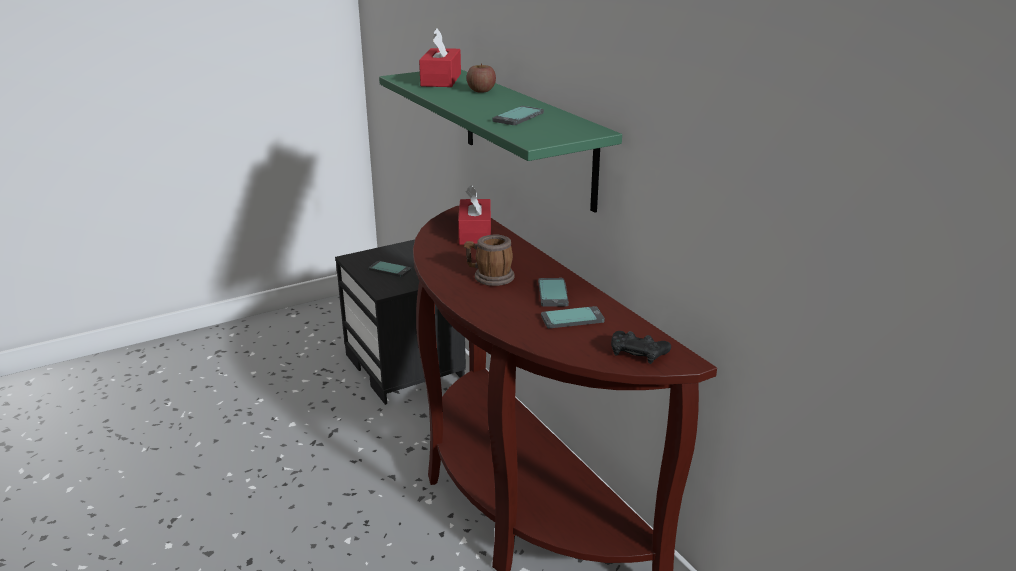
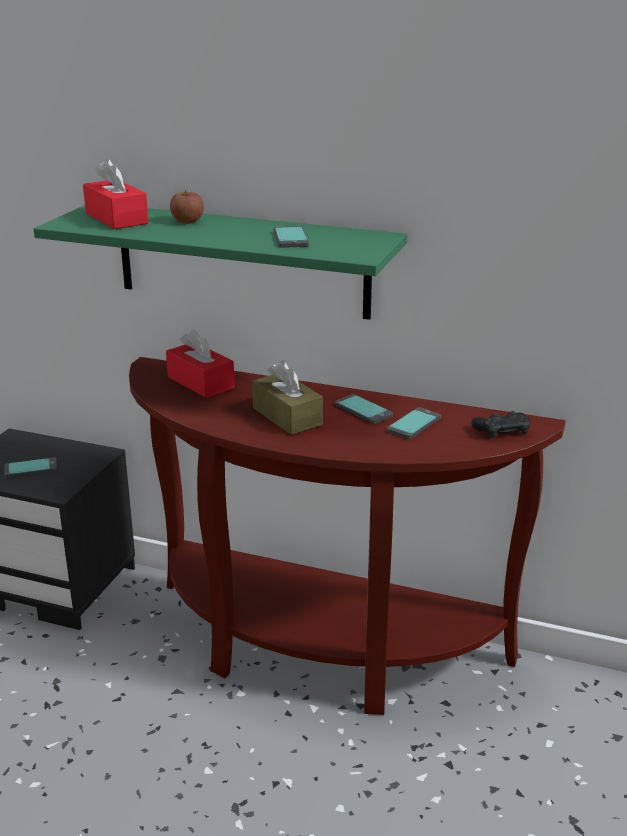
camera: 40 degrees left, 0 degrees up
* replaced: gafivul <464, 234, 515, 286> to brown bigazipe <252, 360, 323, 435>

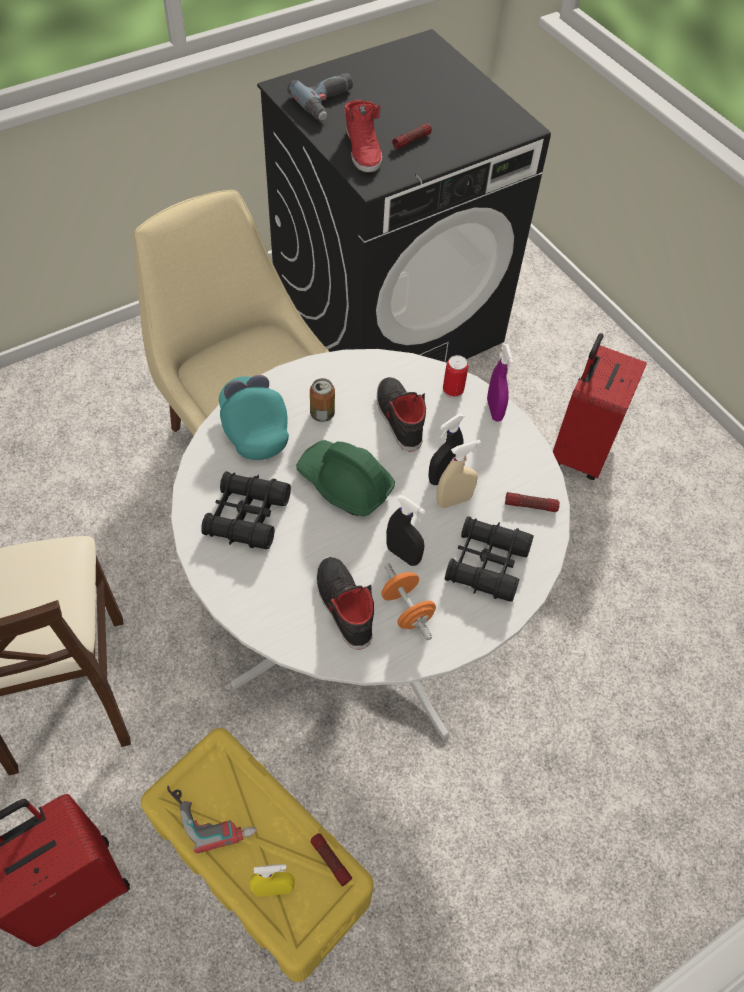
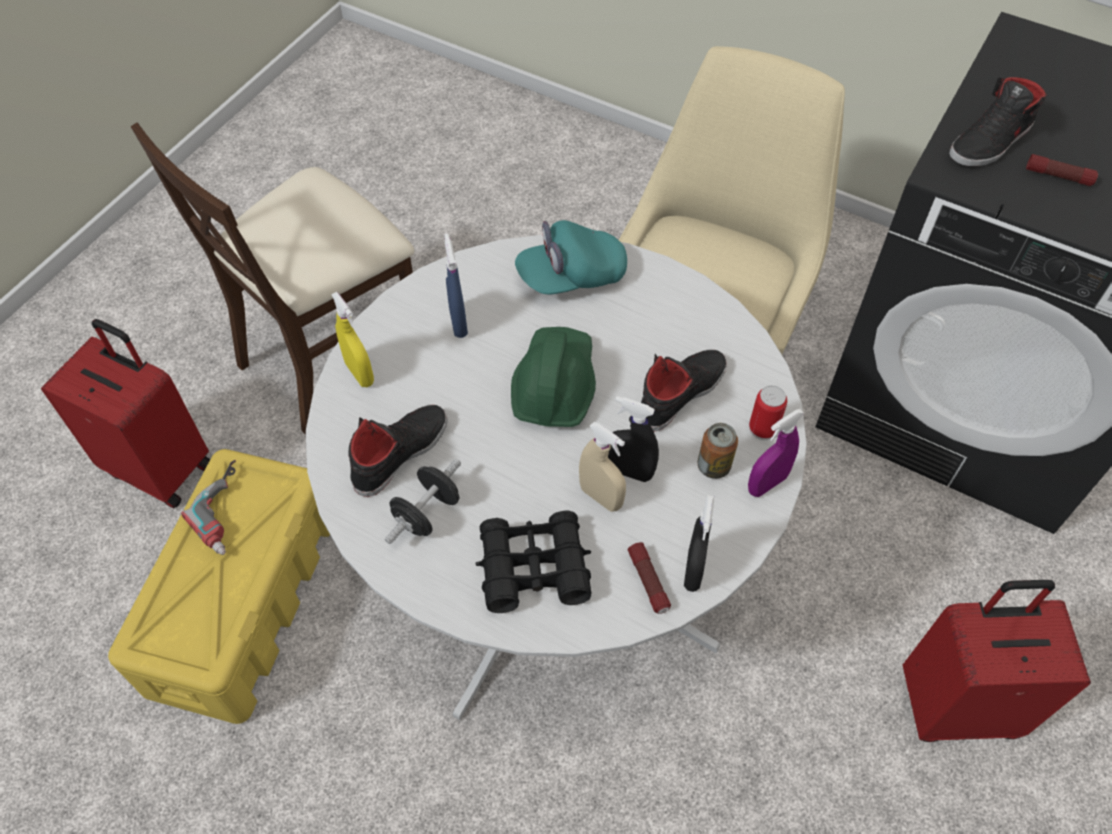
camera: 65 degrees right, 0 degrees up
* replaced: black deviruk <201, 471, 291, 549> to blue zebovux <444, 233, 468, 338>
* turned: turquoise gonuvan <219, 375, 289, 460> = <515, 220, 627, 294> 150 degrees counterclockwise
* moved: yellow zebovux <249, 864, 295, 897> to <331, 292, 374, 387>
* removed: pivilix <287, 73, 353, 121>
* moved: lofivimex <310, 378, 335, 422> to <698, 423, 738, 479>
* removed: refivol <311, 833, 352, 886>
* recoloured: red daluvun <344, 100, 382, 172> to black daluvun <949, 77, 1047, 167>
* recoloured: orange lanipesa <381, 563, 436, 640> to black lanipesa <385, 459, 461, 544>
* moved: black zebovux <386, 495, 425, 566> to <684, 495, 714, 592>

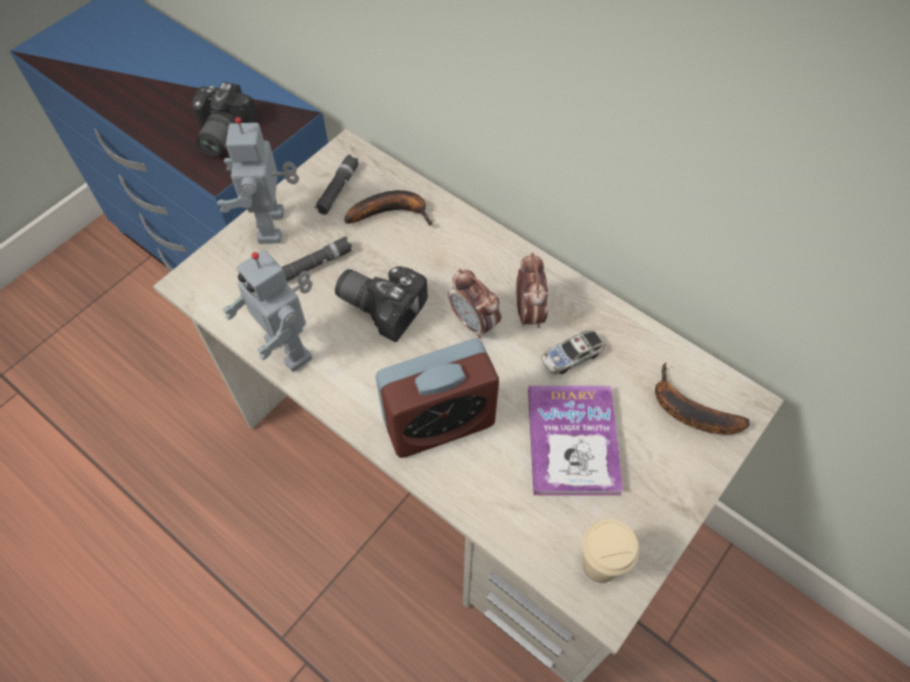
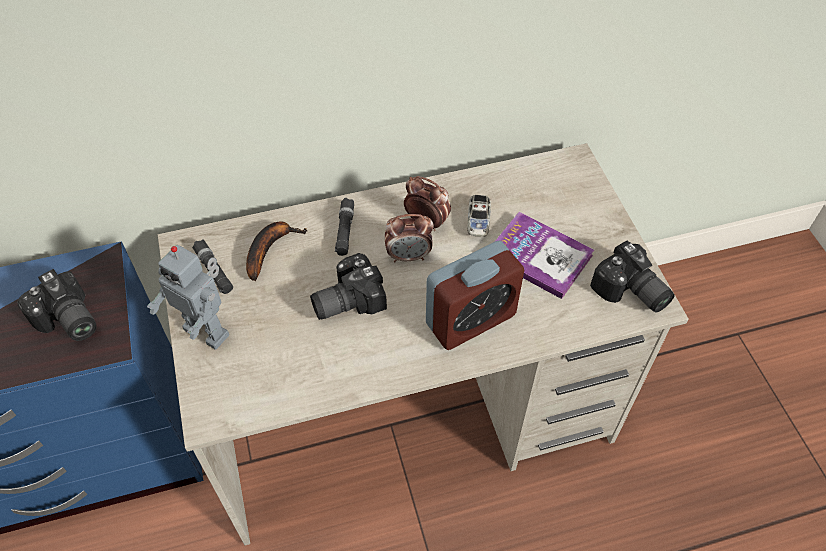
camera: 55 degrees left, 5 degrees down
* removed: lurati <222, 250, 313, 372>
* moved: black refivol <282, 236, 353, 281> to <335, 198, 354, 256>
* turned: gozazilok <376, 338, 499, 458> = <426, 241, 524, 350> 45 degrees clockwise
* replaced: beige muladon <582, 519, 639, 583> to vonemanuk <590, 241, 675, 313>
* removed: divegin <655, 362, 750, 435>

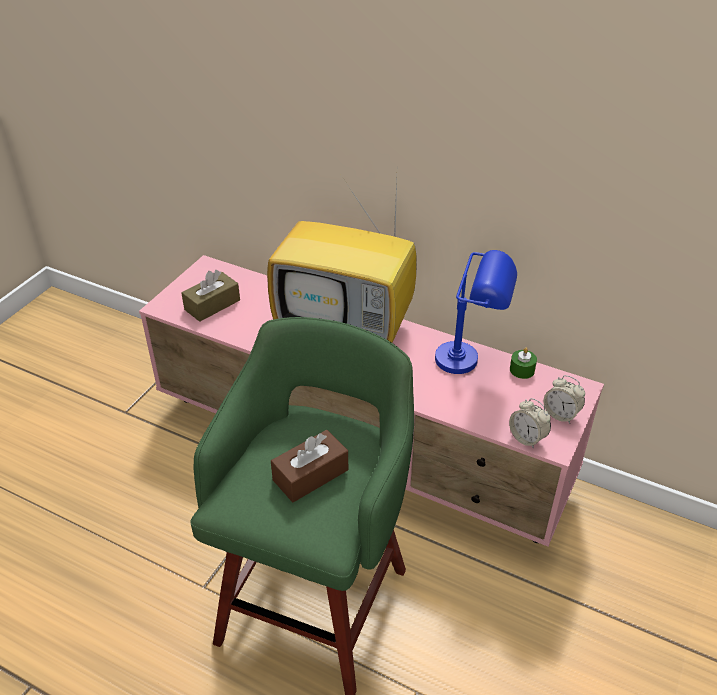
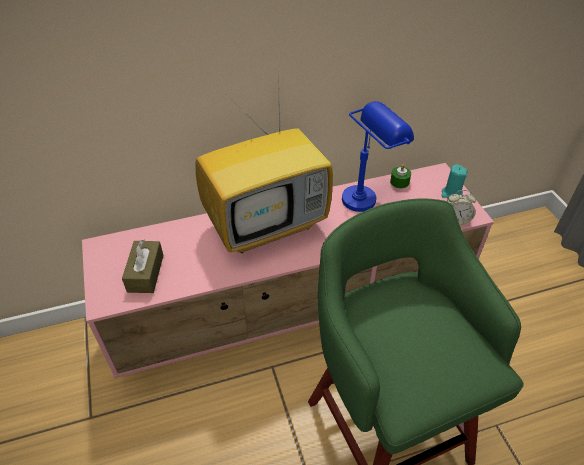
camera: 45 degrees left, 5 degrees up
* removed: brown bigazipe <271, 430, 348, 502>
* replaced: gozazilok <544, 375, 585, 424> to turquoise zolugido <441, 164, 468, 199>

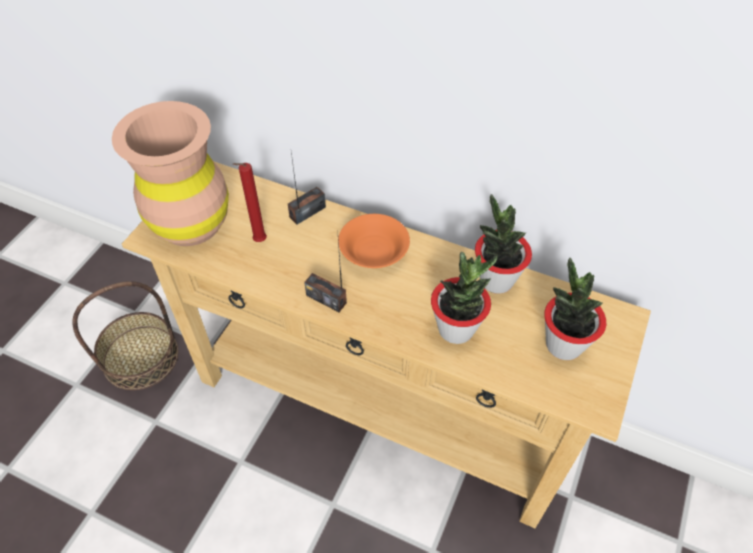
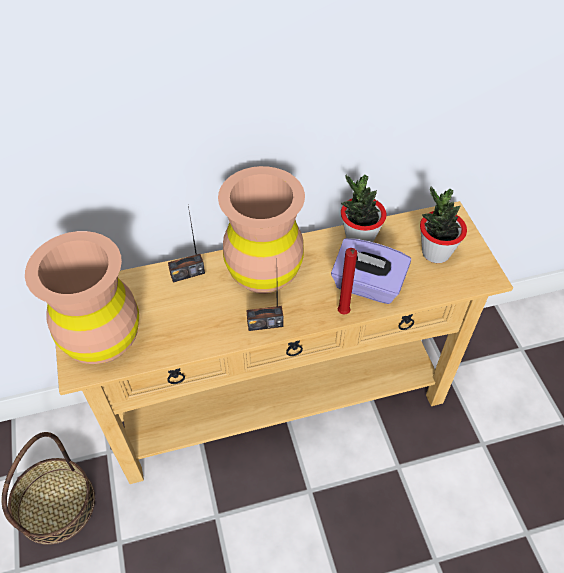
camera: 40 degrees left, 0 degrees up
* moved: red zolugido <232, 163, 267, 242> to <337, 248, 357, 315>
* turned: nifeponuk <288, 153, 326, 225> = <168, 206, 205, 282> 120 degrees counterclockwise
* replaced: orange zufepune <338, 214, 410, 268> to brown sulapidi <218, 166, 305, 294>
* replaced: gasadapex <431, 252, 498, 344> to purple bigazipe <331, 238, 411, 304>

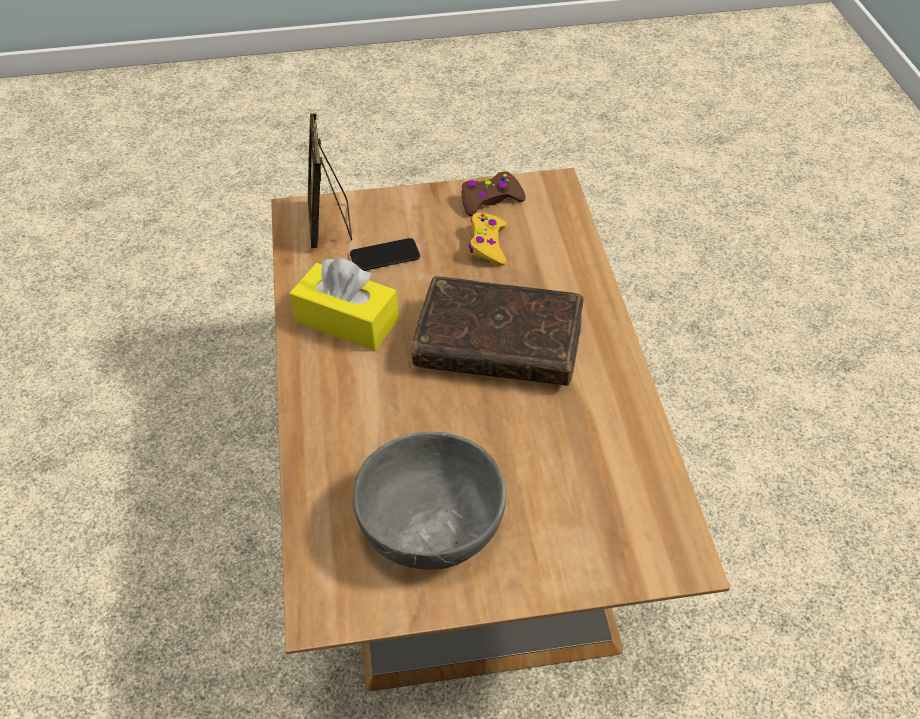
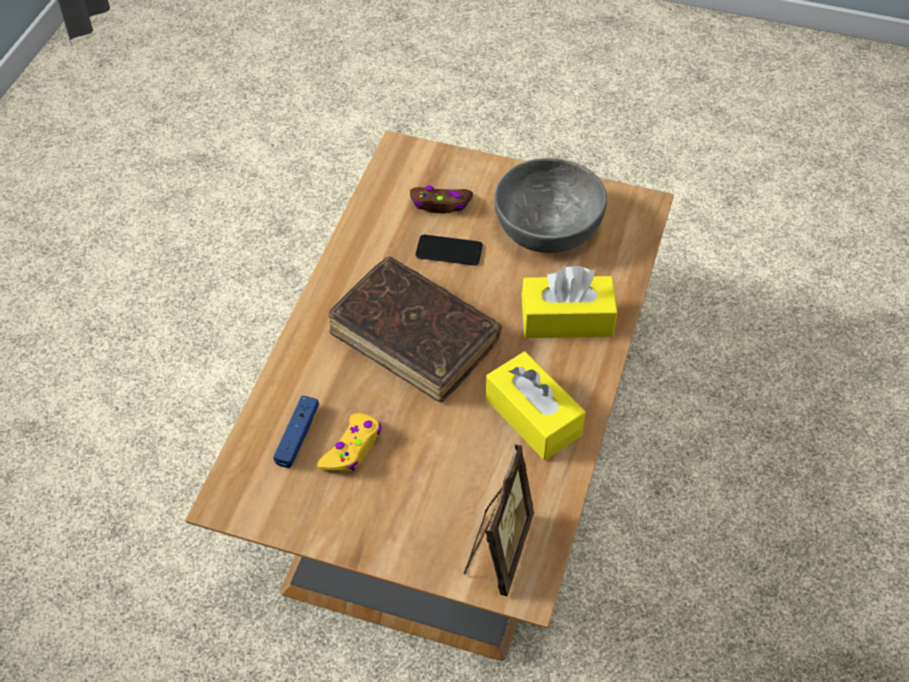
camera: 155 degrees left, 5 degrees up
* moved: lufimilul <350, 238, 420, 271> to <415, 235, 483, 265>
* moved: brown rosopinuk <462, 172, 526, 216> to <410, 185, 473, 213>
* added: blue rosopinuk <273, 396, 319, 468>
* added: yellow bigazipe <522, 266, 617, 338>

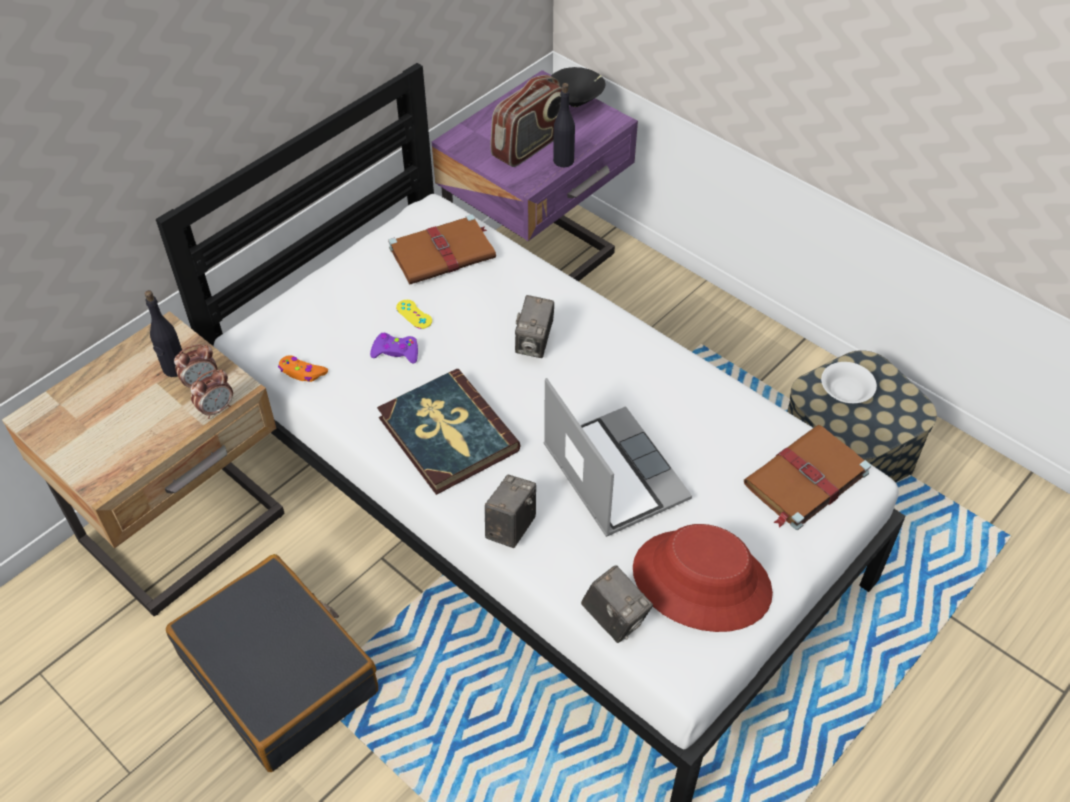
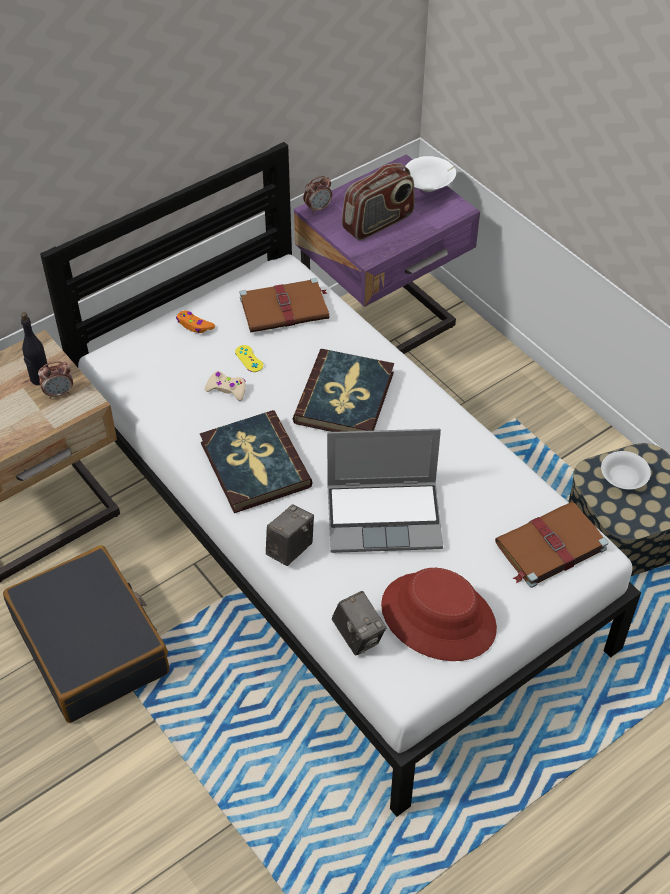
camera: 10 degrees right, 0 degrees up
* moved: gozazilok <190, 369, 233, 419> to <303, 176, 332, 214>
* moved: orange rosopinuk <278, 355, 328, 382> to <176, 311, 215, 333>
* recoloured: purple rosopinuk <370, 333, 418, 363> to beige rosopinuk <205, 371, 246, 401>
* replaced: vonemanuk <515, 295, 554, 358> to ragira <293, 349, 394, 432>
* turned: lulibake <544, 378, 692, 537> = <327, 429, 443, 553> 105 degrees clockwise
* recoloured: black zufepune <548, 67, 606, 107> to white zufepune <403, 156, 456, 192>
* removed: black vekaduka <553, 83, 575, 167>

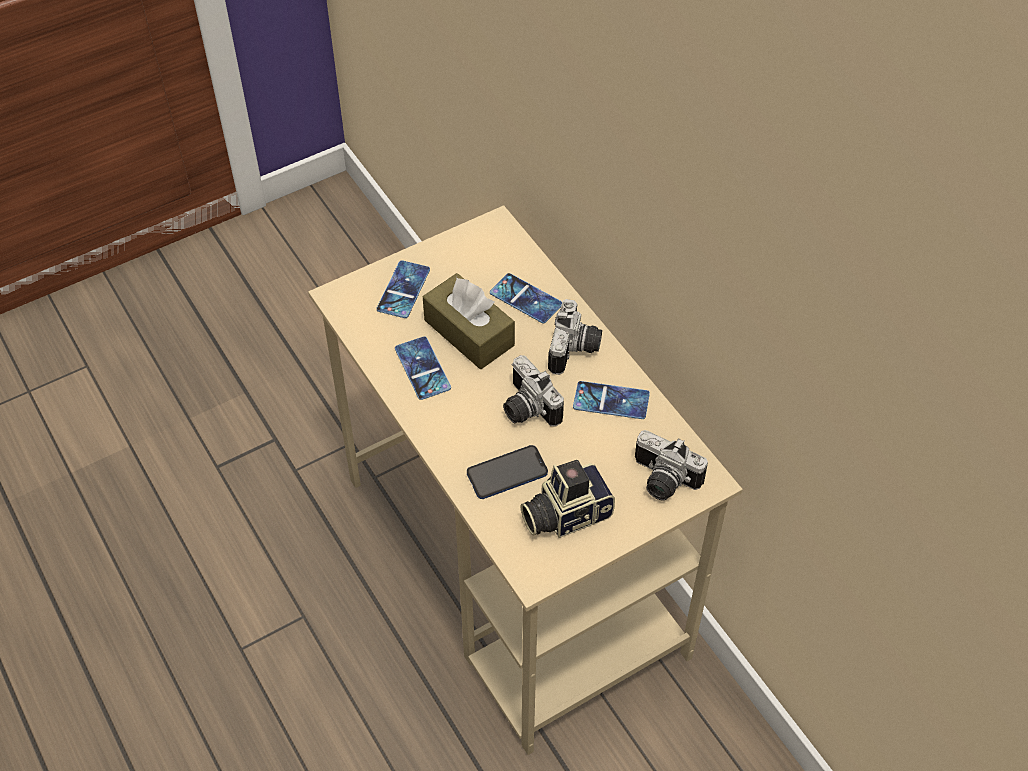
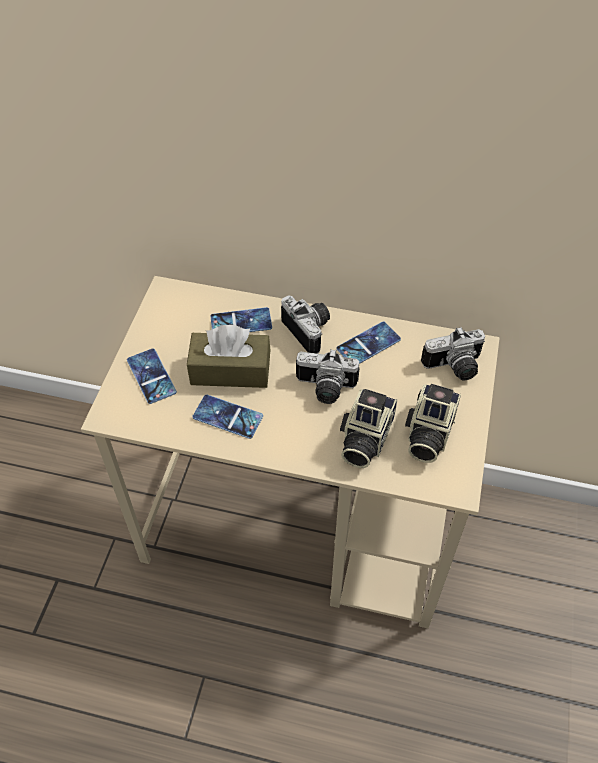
camera: 45 degrees left, 0 degrees up
* replaced: lufimilul <467, 445, 548, 499> to vonemanuk <340, 389, 397, 468>

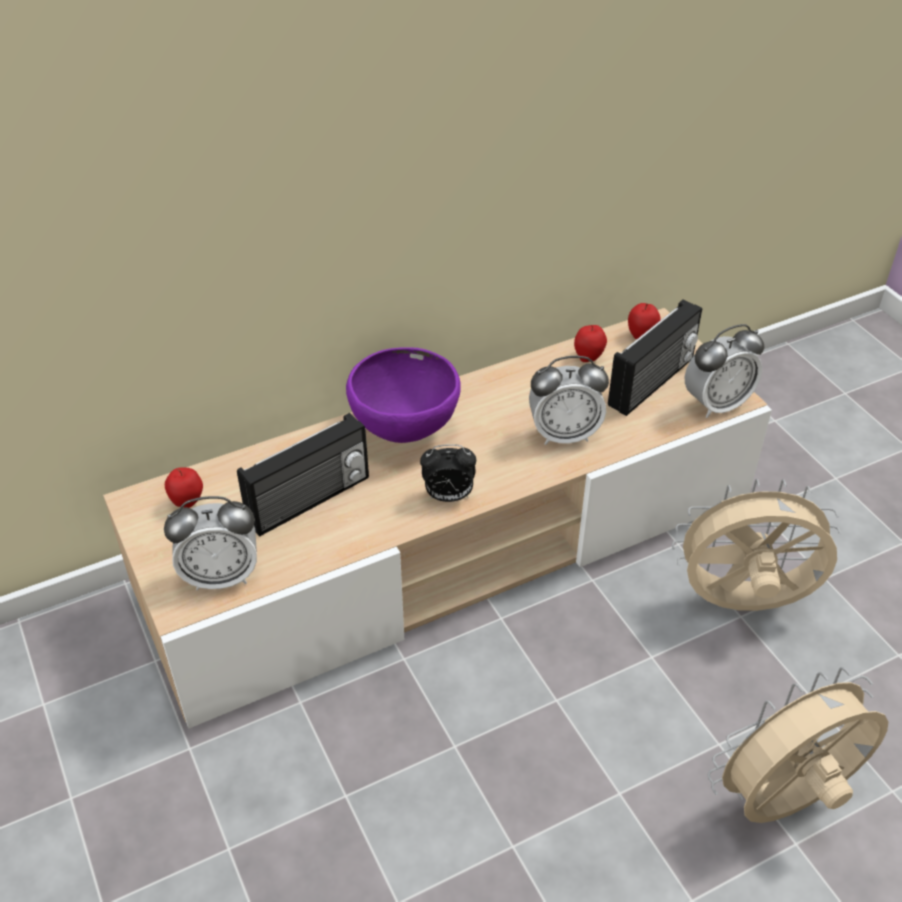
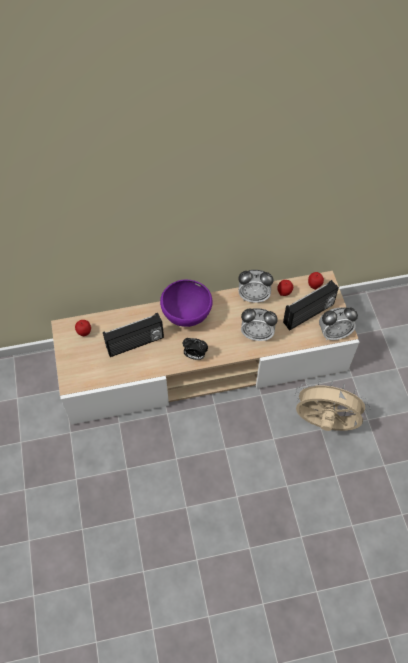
camera: 15 degrees right, 15 degrees up
* moved: gozazilok <164, 496, 257, 591> to <238, 270, 274, 303>
* removed: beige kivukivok <707, 667, 888, 823>

